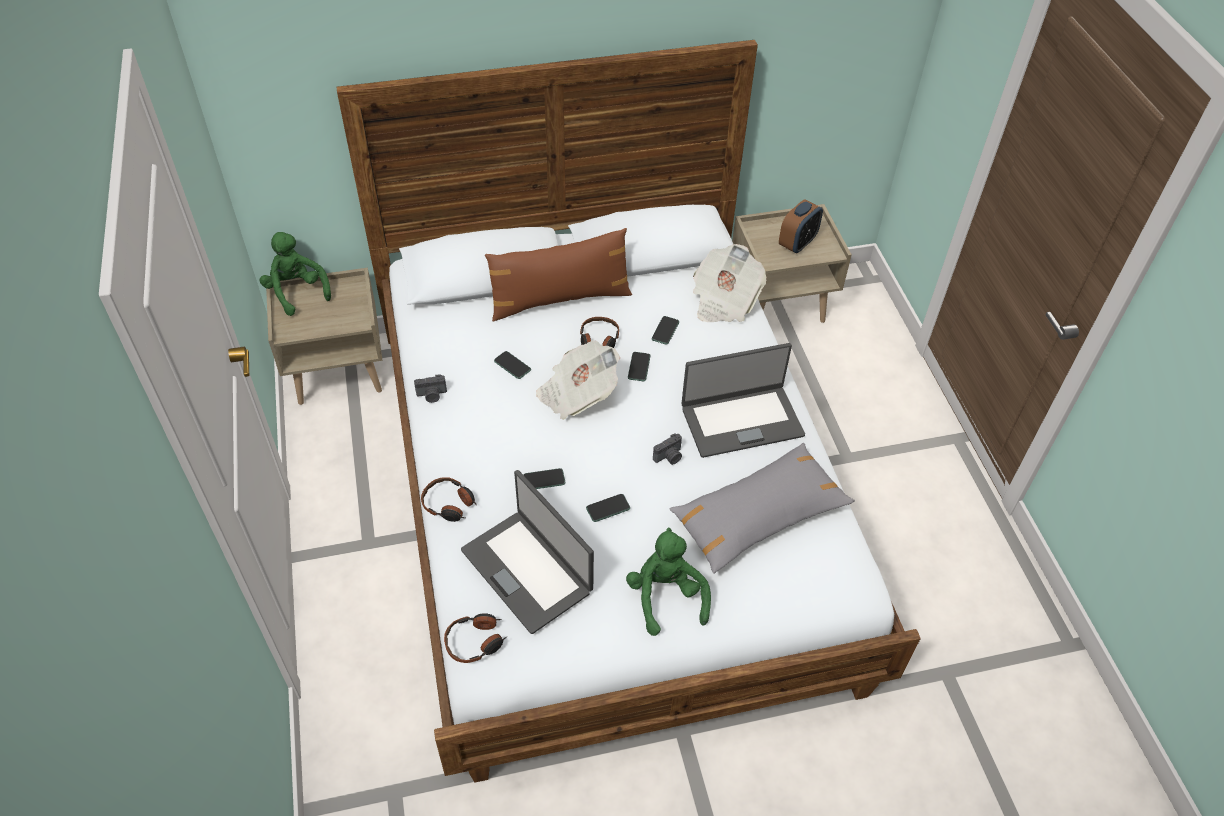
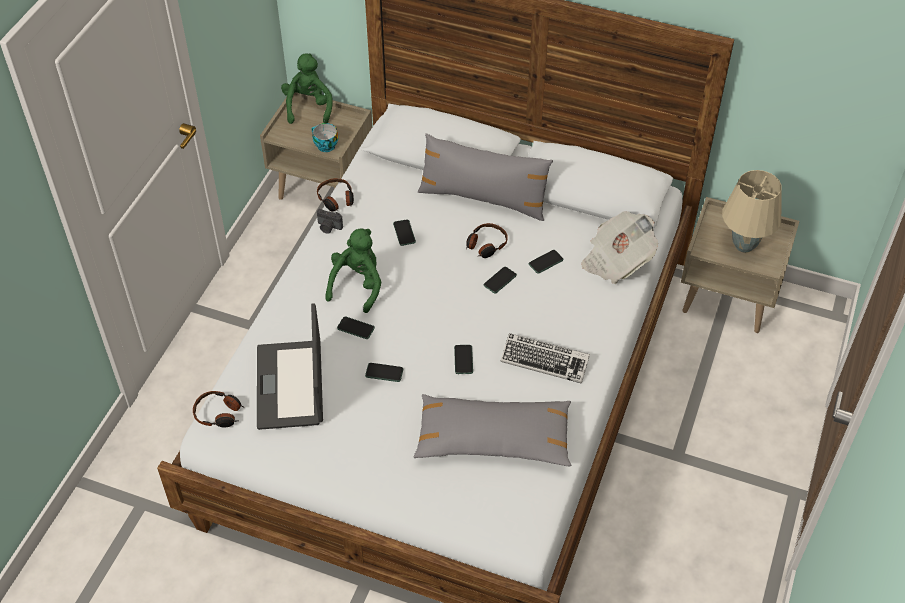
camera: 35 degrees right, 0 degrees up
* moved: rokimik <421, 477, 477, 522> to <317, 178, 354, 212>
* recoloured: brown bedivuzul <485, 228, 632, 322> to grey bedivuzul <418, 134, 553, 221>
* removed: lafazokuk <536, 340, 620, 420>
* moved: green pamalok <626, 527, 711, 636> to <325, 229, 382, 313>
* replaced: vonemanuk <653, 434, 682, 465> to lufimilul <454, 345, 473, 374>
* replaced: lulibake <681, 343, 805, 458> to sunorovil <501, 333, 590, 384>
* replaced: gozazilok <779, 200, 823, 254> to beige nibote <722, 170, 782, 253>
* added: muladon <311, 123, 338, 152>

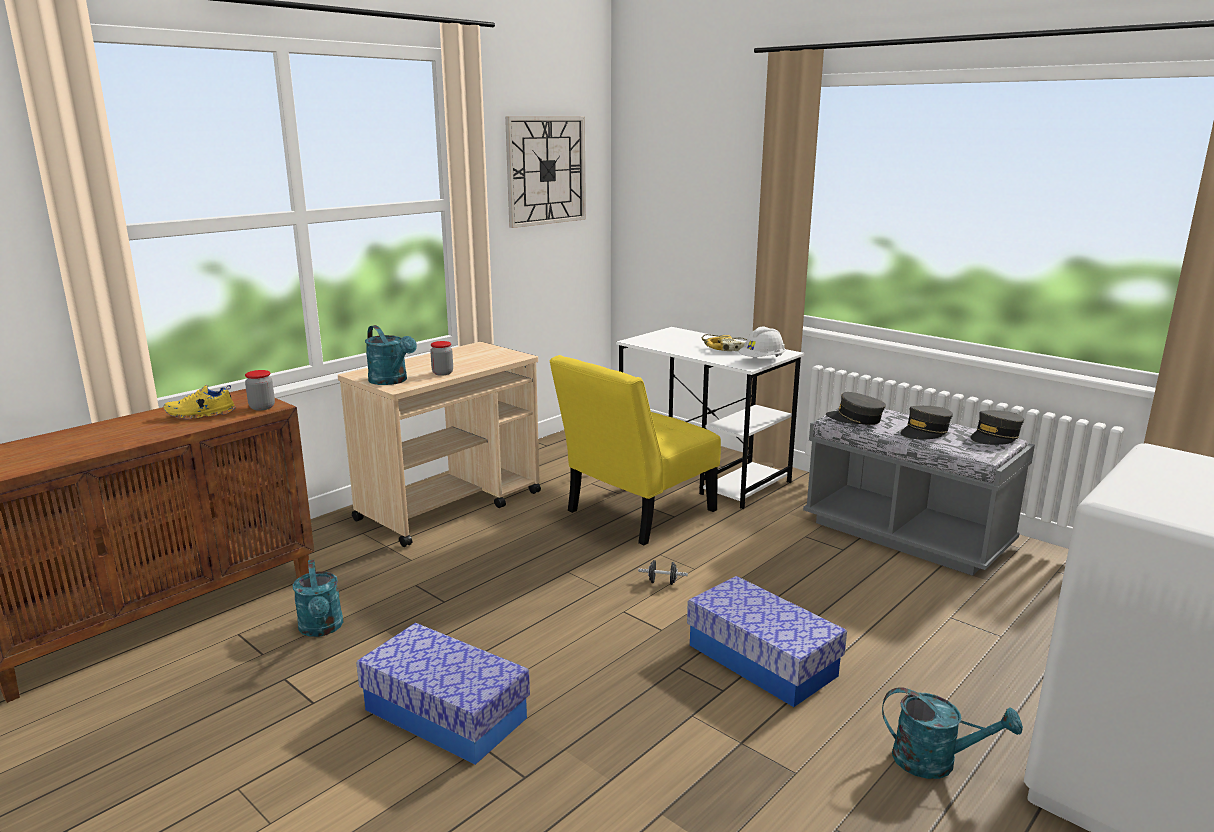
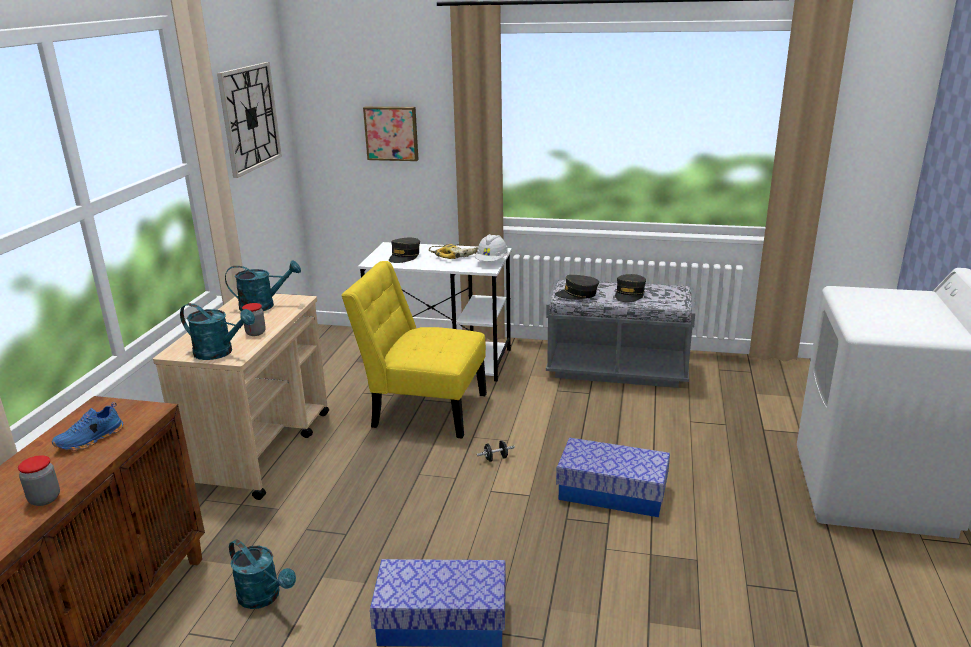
camera: 30 degrees left, 5 degrees up
* recoloured: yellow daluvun <163, 385, 236, 420> to blue daluvun <52, 402, 123, 451>
* moved: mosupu <245, 370, 275, 411> to <18, 455, 60, 506>
* turned: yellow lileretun <549, 355, 721, 546> = <341, 261, 487, 439> 90 degrees clockwise
* moved: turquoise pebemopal <882, 687, 1023, 779> to <225, 260, 301, 311>
* moved: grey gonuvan <970, 410, 1024, 445> to <389, 238, 420, 263>
* added: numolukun <363, 106, 419, 161>

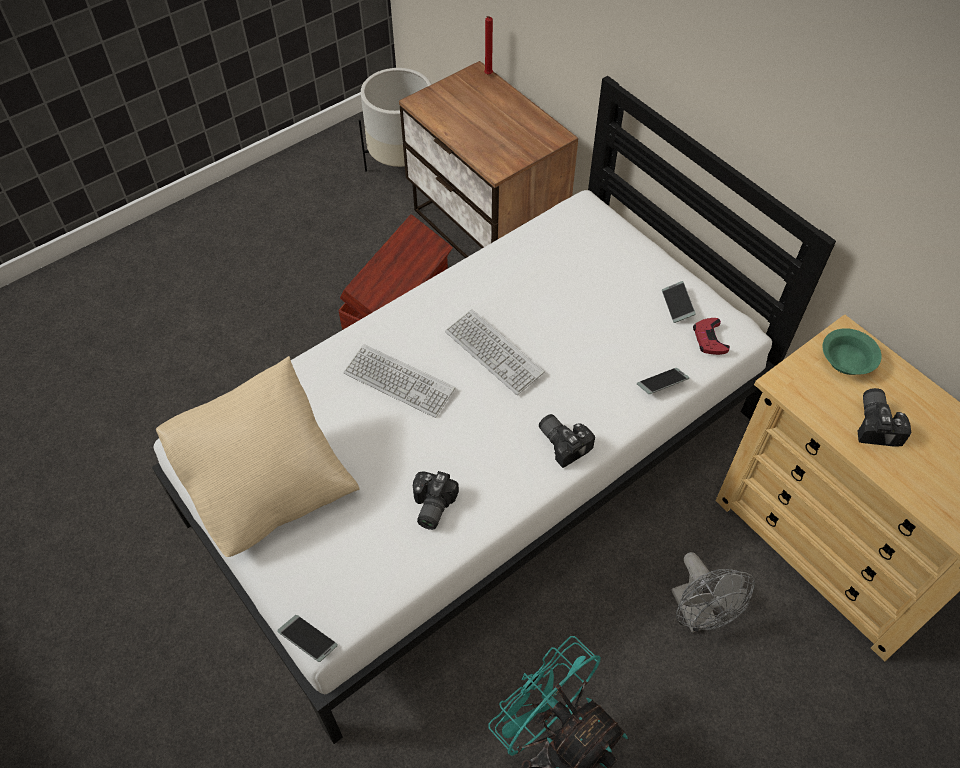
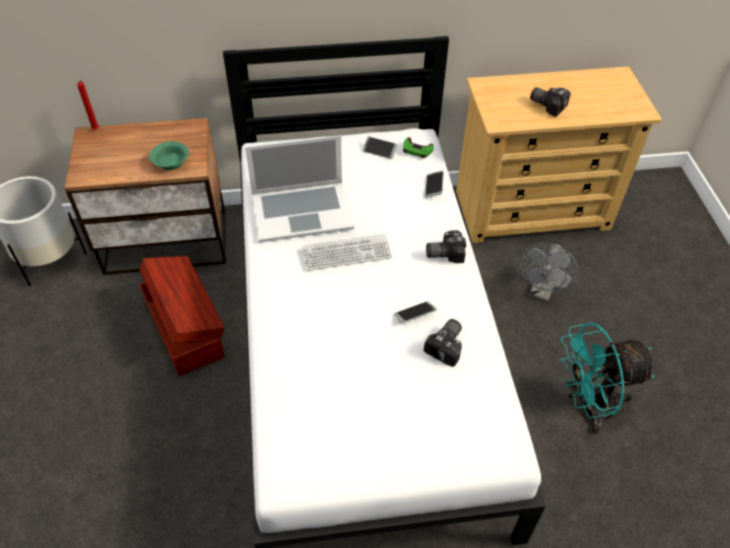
camera: 60 degrees left, 5 degrees down
* removed: beige bedivuzul <156, 356, 359, 557>
* moved: lufimilul <277, 615, 338, 662> to <394, 301, 437, 323>
* removed: sunorovil <344, 344, 455, 418>
* turned: vonemanuk <413, 471, 459, 530> = <424, 319, 462, 367> 105 degrees counterclockwise
* turned: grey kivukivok <671, 552, 755, 633> = <519, 243, 578, 302> 105 degrees clockwise
* recoloured: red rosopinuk <693, 318, 730, 355> to green rosopinuk <403, 137, 434, 158>
* moved: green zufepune <822, 328, 882, 375> to <149, 141, 189, 170>
* added: lulibake <245, 135, 354, 243>

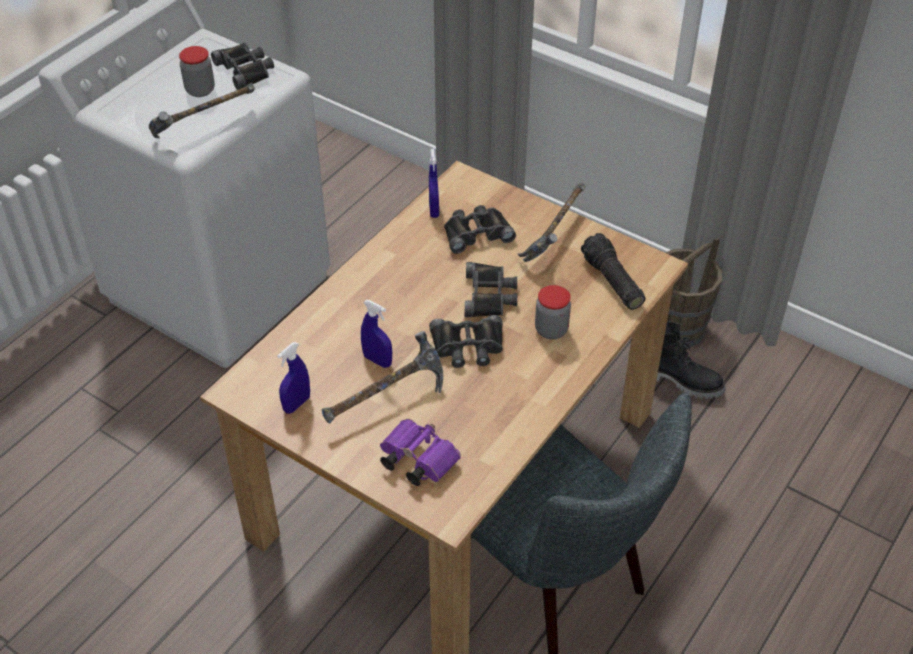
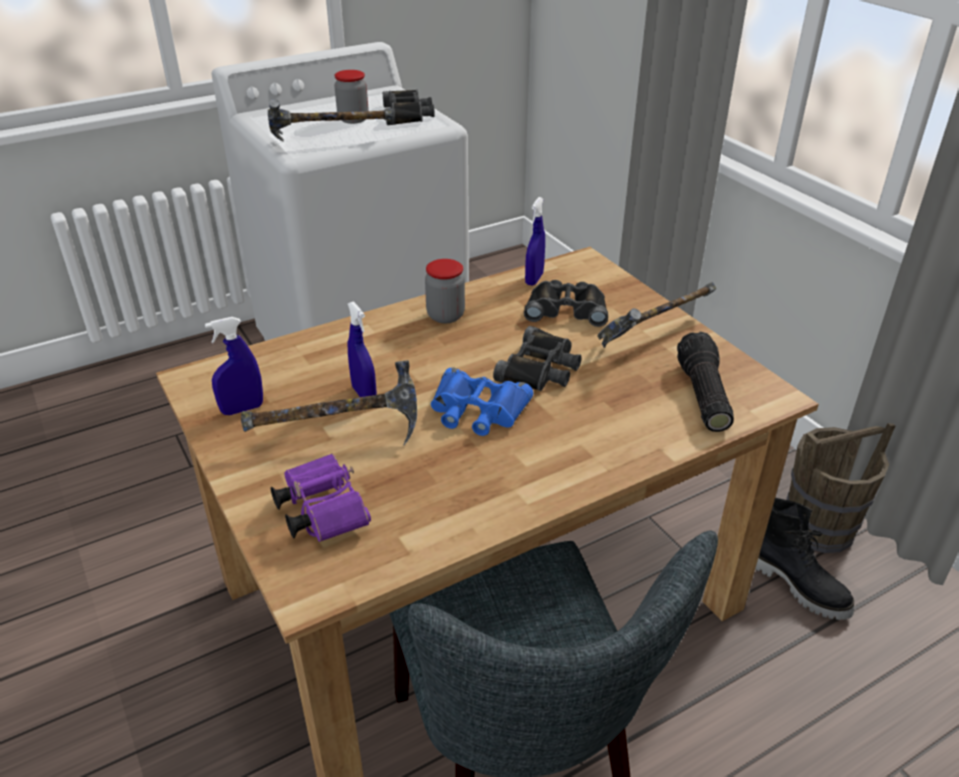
camera: 25 degrees right, 10 degrees down
* recoloured: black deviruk <429, 315, 503, 368> to blue deviruk <431, 367, 533, 436>
* moved: mosupu <535, 285, 571, 339> to <425, 259, 465, 323>

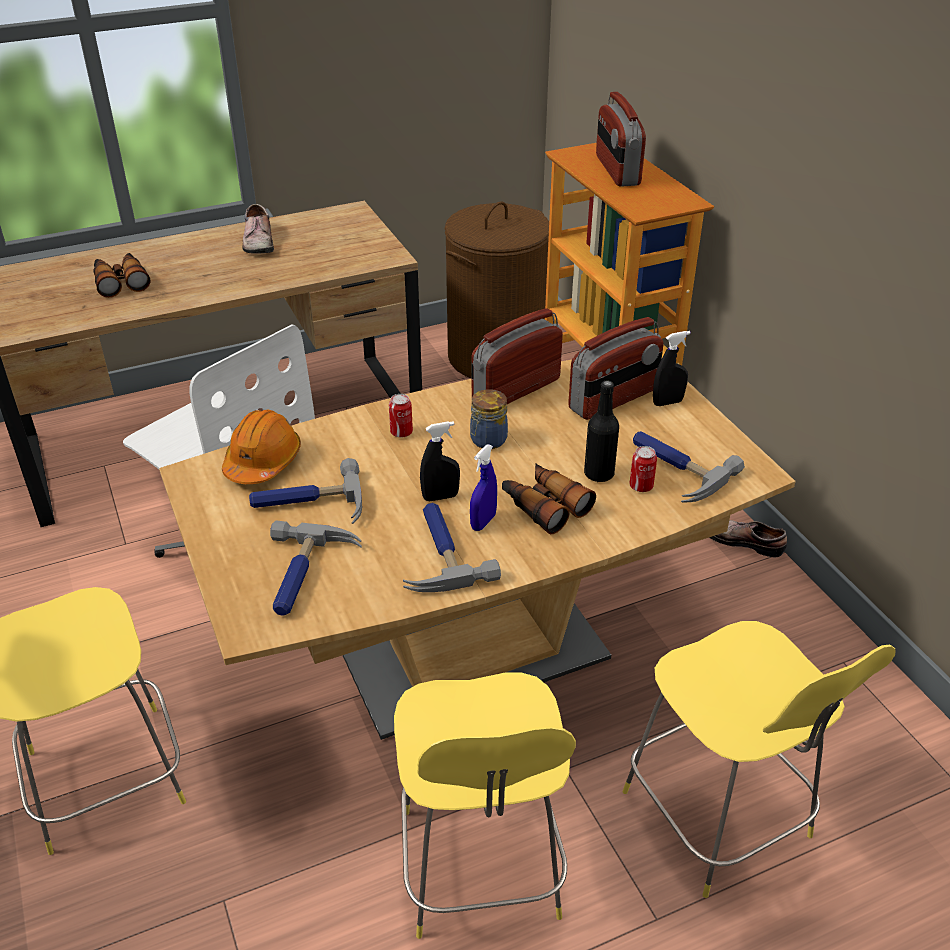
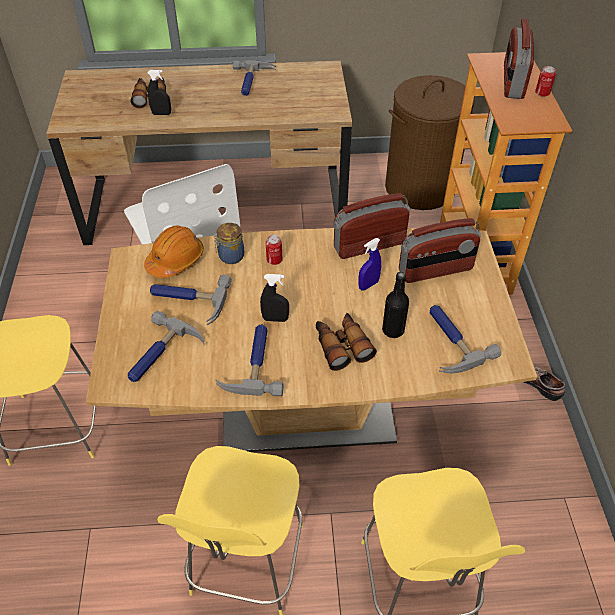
camera: 20 degrees right, 10 degrees up
* replaced: daluvun <242, 204, 274, 254> to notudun <233, 60, 276, 96>
* moved: mosupu <470, 389, 508, 449> to <214, 223, 244, 264>
* moved: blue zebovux <470, 444, 497, 531> to <358, 238, 381, 291>
* moved: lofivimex <629, 446, 657, 492> to <535, 66, 556, 97>
* moved: black zebovux <653, 331, 691, 406> to <148, 70, 171, 115>

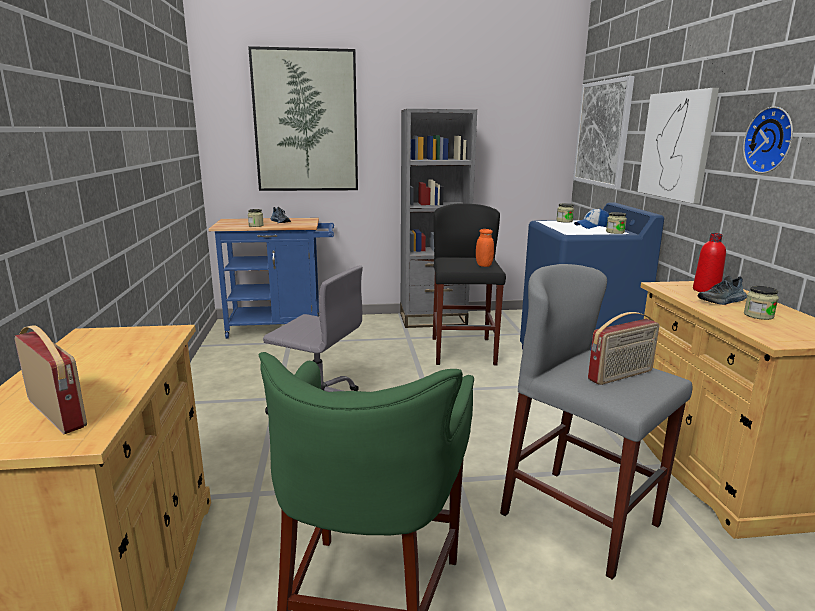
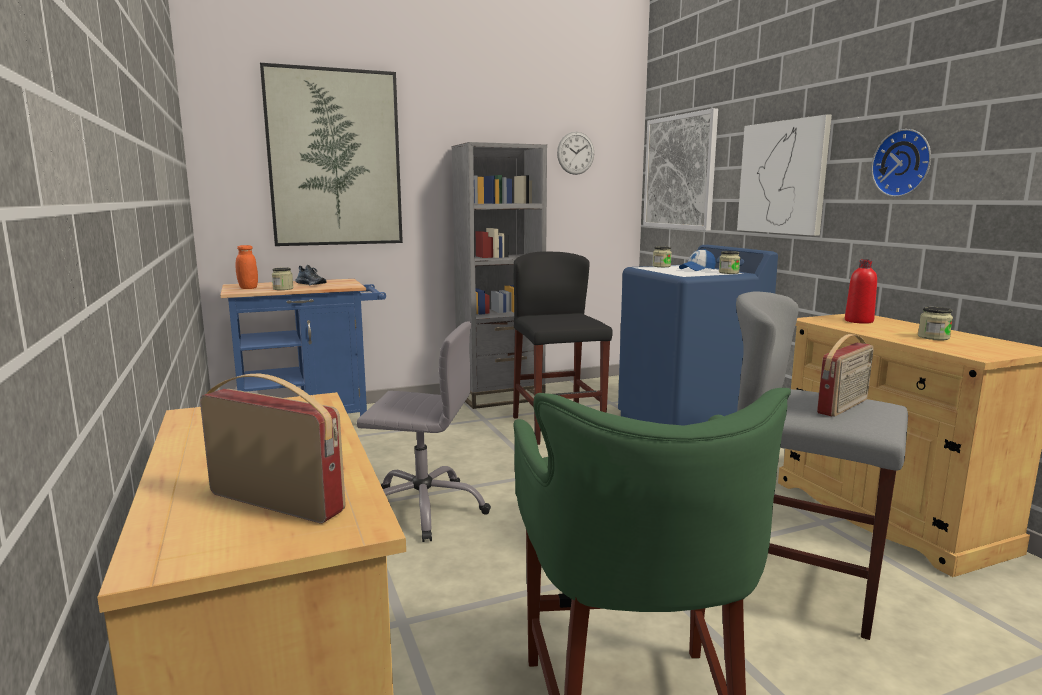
camera: 15 degrees left, 5 degrees down
* moved: orange mosupu <476, 229, 494, 267> to <236, 245, 258, 289>
* removed: daluvun <698, 276, 747, 305>
* added: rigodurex <557, 132, 594, 175>

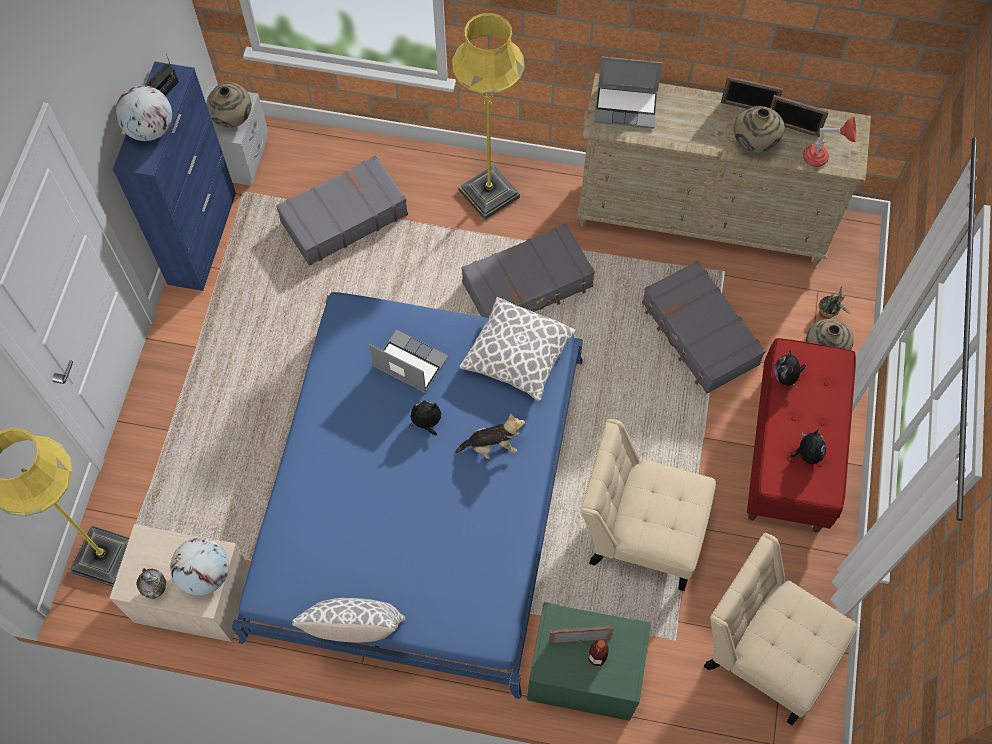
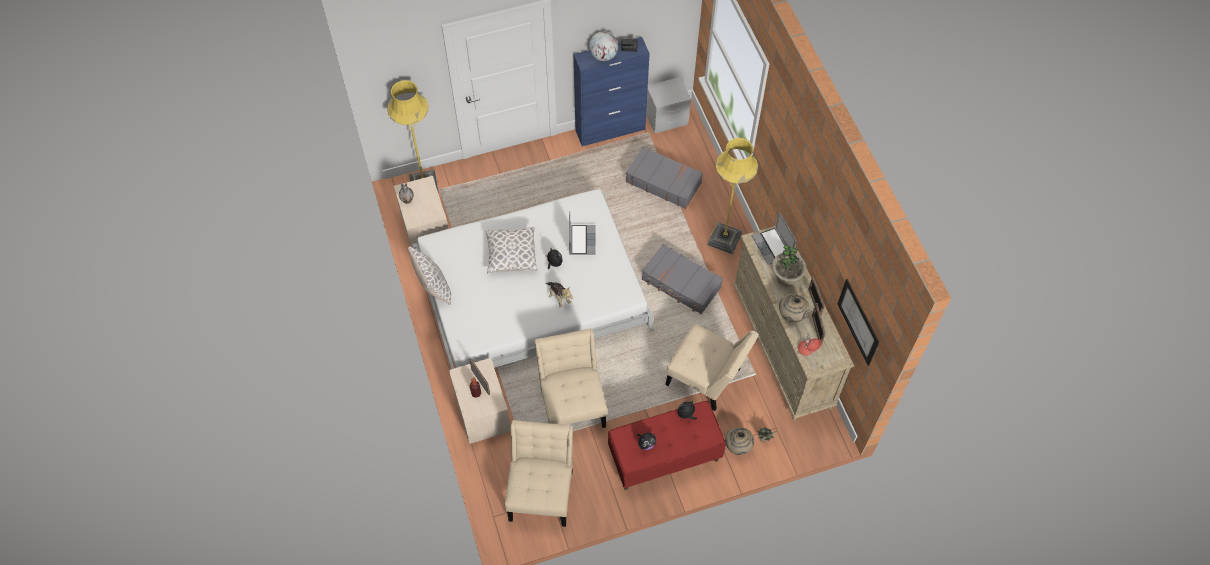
camera: 60 degrees right, 5 degrees down
* removed: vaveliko <170, 538, 229, 596>
* removed: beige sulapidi <207, 82, 252, 128>
* recoloured: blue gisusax <232, 292, 583, 699> to white gisusax <412, 189, 654, 387>
* moved: bedivuzul <460, 297, 576, 402> to <486, 227, 537, 273>
* recoloured: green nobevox <527, 602, 651, 721> to beige nobevox <449, 358, 511, 444>
* replaced: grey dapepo <642, 260, 766, 394> to beige lileretun <665, 324, 759, 411>
* added: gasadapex <772, 245, 806, 286>
* added: numolukun <838, 279, 879, 366>

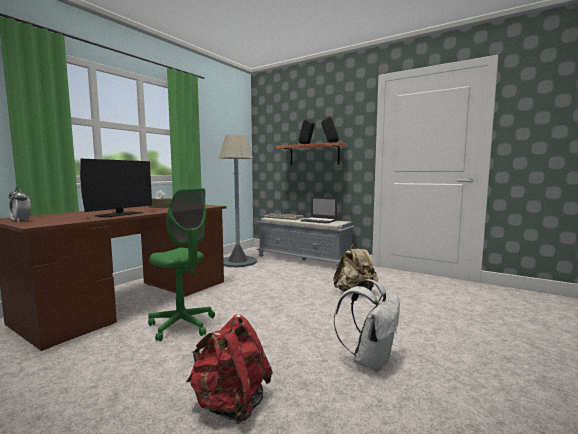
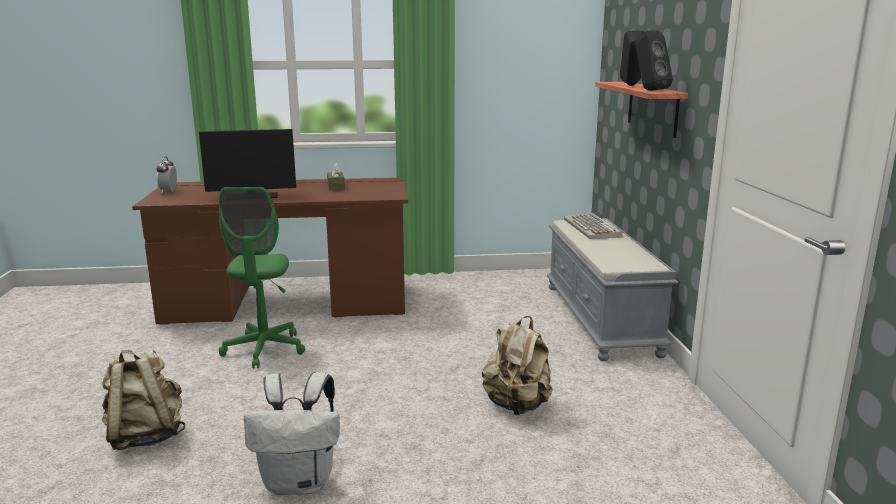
camera: 50 degrees right, 10 degrees up
* recoloured: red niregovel <186, 314, 273, 424> to beige niregovel <102, 350, 185, 450>
* removed: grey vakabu <219, 135, 257, 267>
* removed: lulibake <301, 196, 337, 224>

